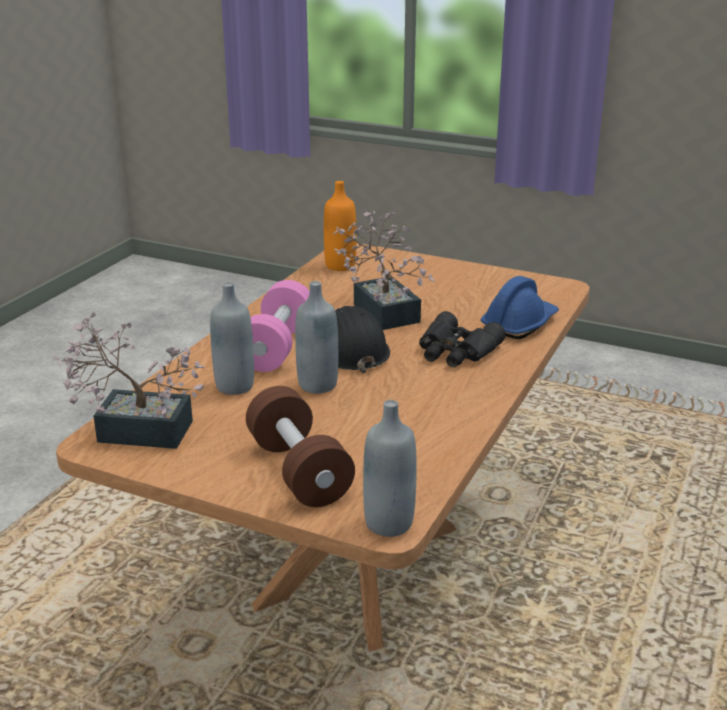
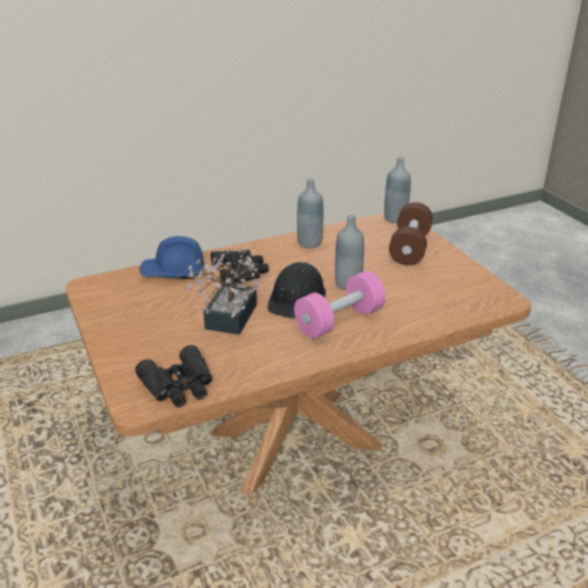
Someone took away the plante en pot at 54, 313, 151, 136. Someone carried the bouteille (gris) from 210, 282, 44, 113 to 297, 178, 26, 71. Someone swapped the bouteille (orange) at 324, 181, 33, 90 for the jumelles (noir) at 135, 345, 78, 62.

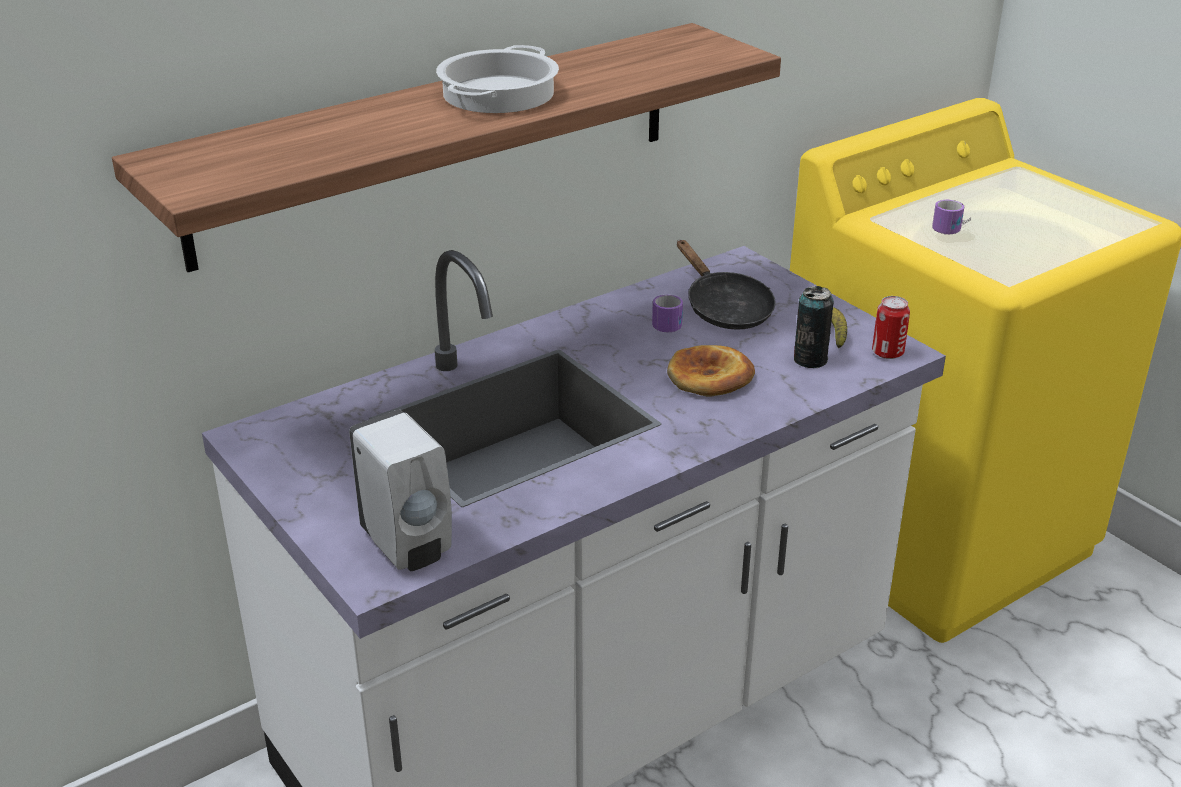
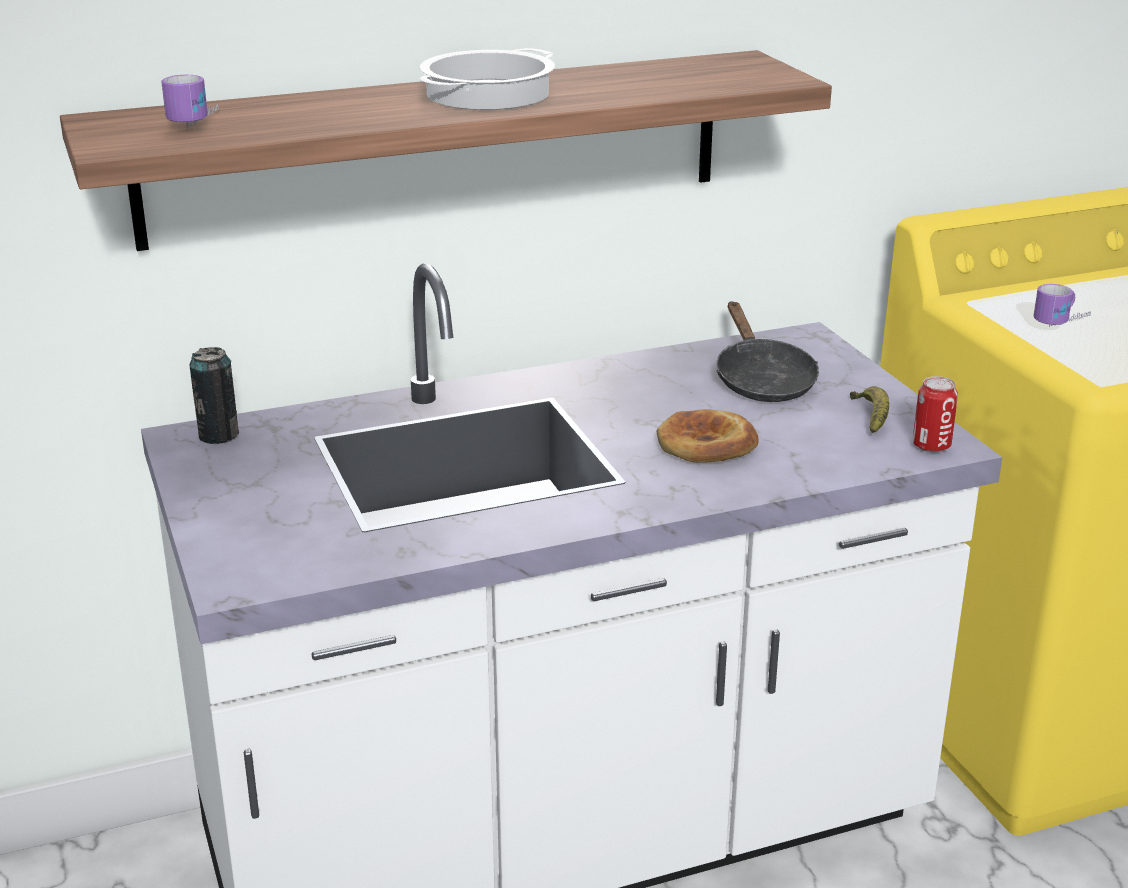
Someone took away the distributeur de savon (blanc) at 349, 409, 103, 162. Someone carried the mug from 652, 295, 31, 37 to 161, 75, 58, 53. Someone carried the boîte métallique from 794, 286, 40, 82 to 190, 347, 49, 97.

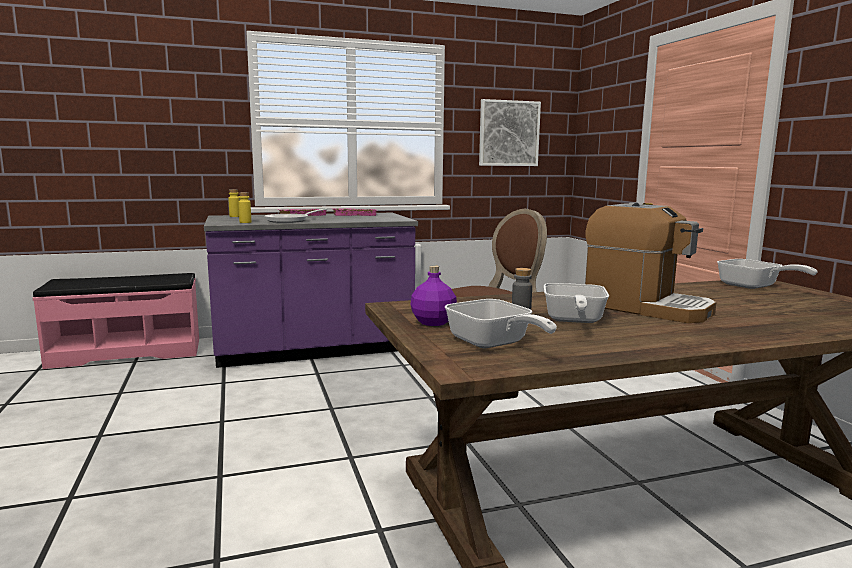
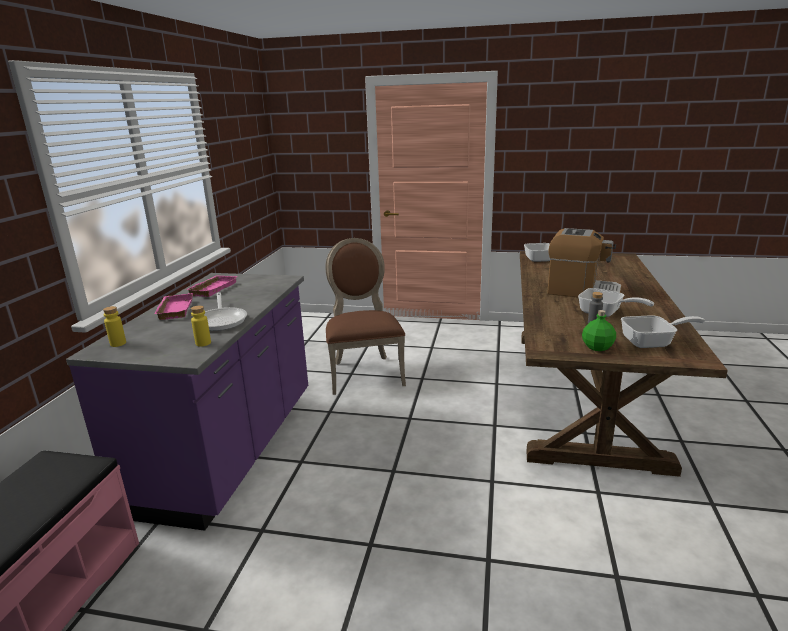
Someone took away the tableau at 479, 99, 62, 67. Someone repainted the bouteille (violet) at 410, 265, 47, 61, which became the bouteille (vert) at 582, 310, 34, 41. Someone rotated the machine à café at 585, 202, 131, 121 by 45 degrees clockwise.

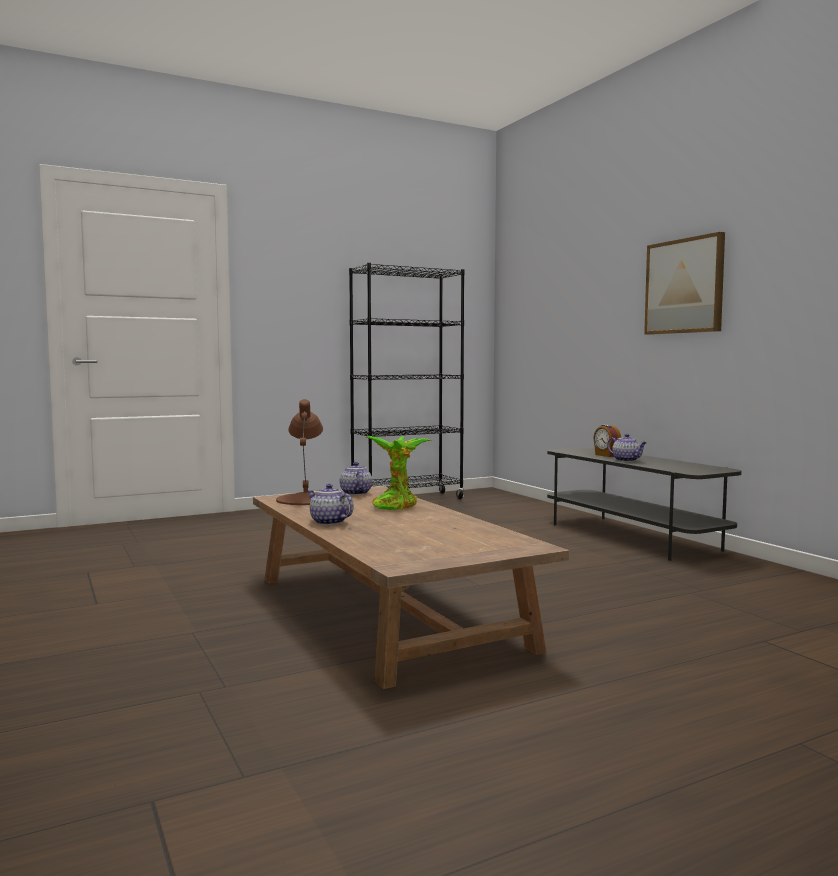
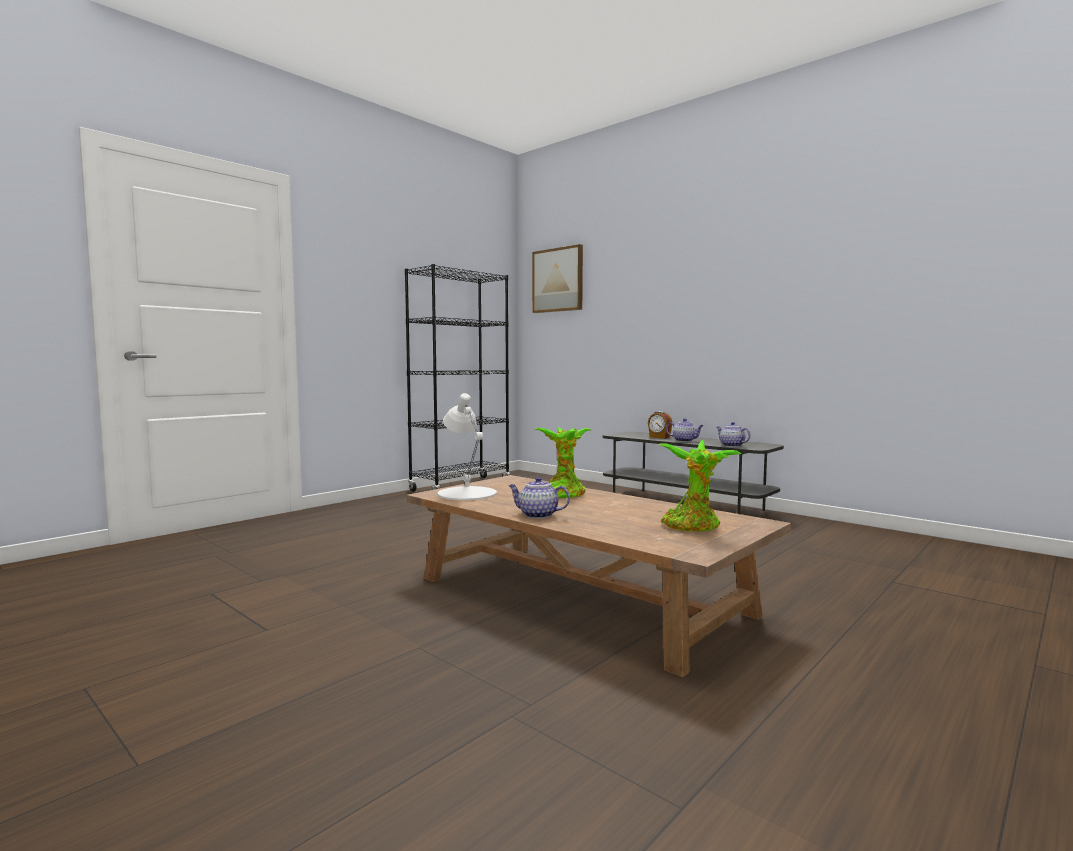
Someone put down the plante en pot at 658, 440, 84, 91. Someone carried the théière from 340, 462, 32, 33 to 716, 422, 35, 25. Someone carried the tableau from 644, 232, 81, 103 to 532, 244, 51, 69. Someone repainted the lampe de table (marron) at 276, 399, 47, 106, which became the lampe de table (blanc) at 438, 393, 59, 107.

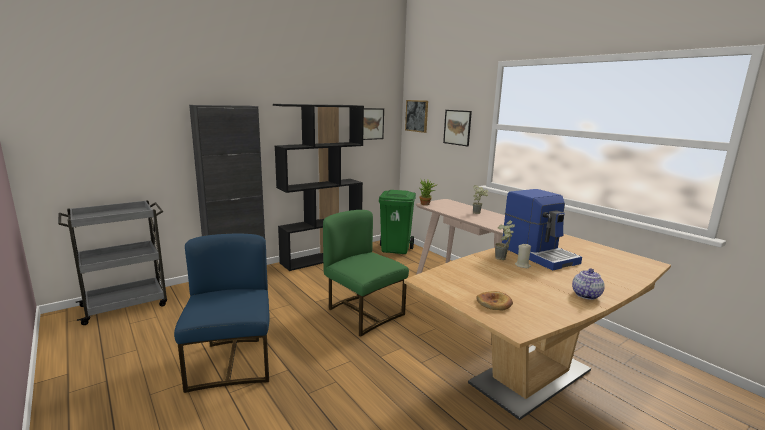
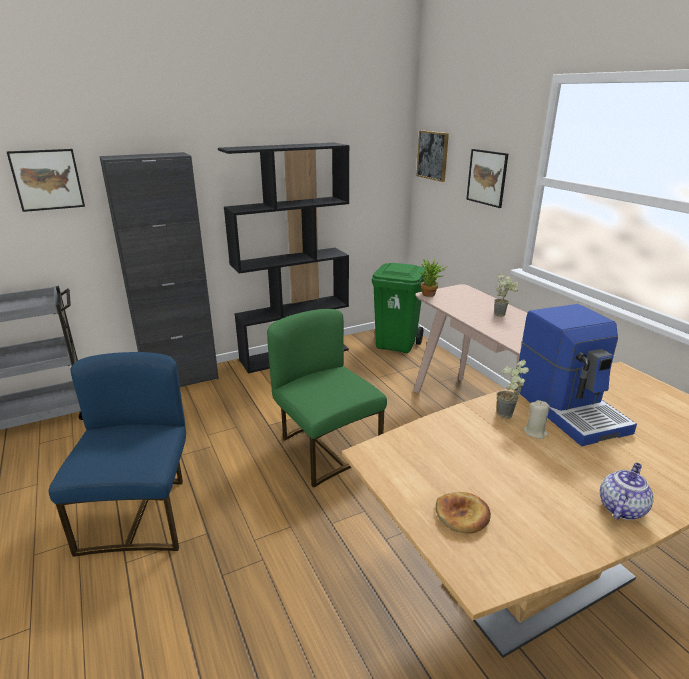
Someone carried the tableau from 363, 108, 21, 32 to 7, 149, 78, 63.

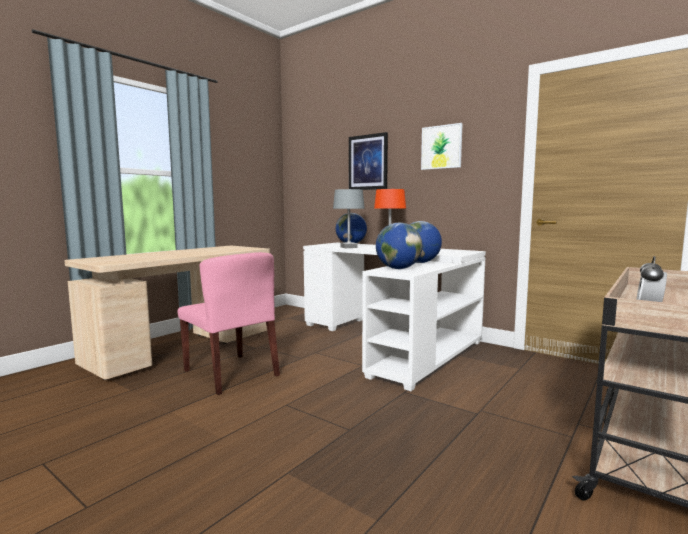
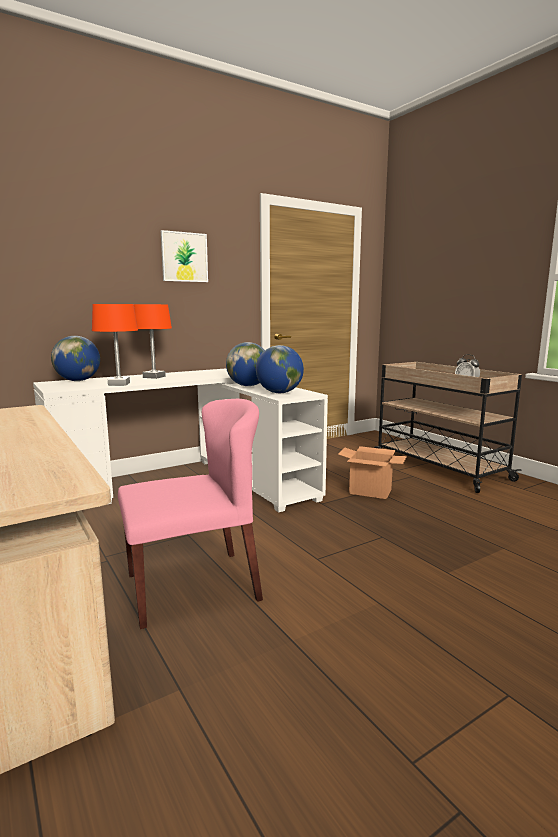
Someone took away the tableau at 349, 132, 39, 58. Someone put down the carton at 338, 446, 69, 53. Someone repainted the lampe de table (gris) at 333, 189, 32, 59, which became the lampe de table (orange) at 92, 304, 46, 82.

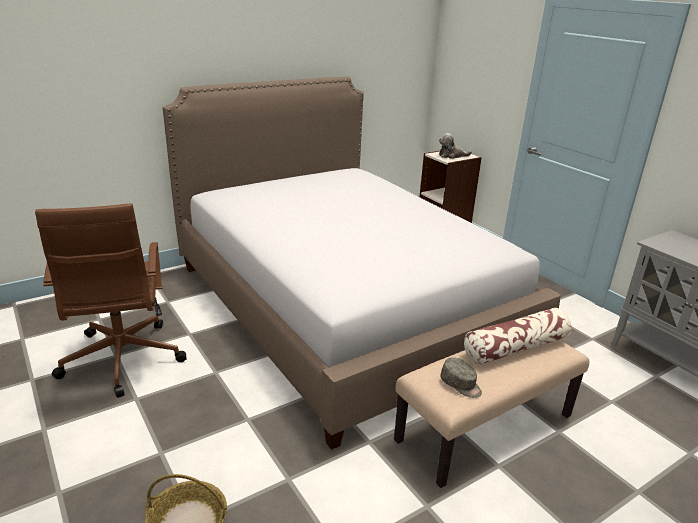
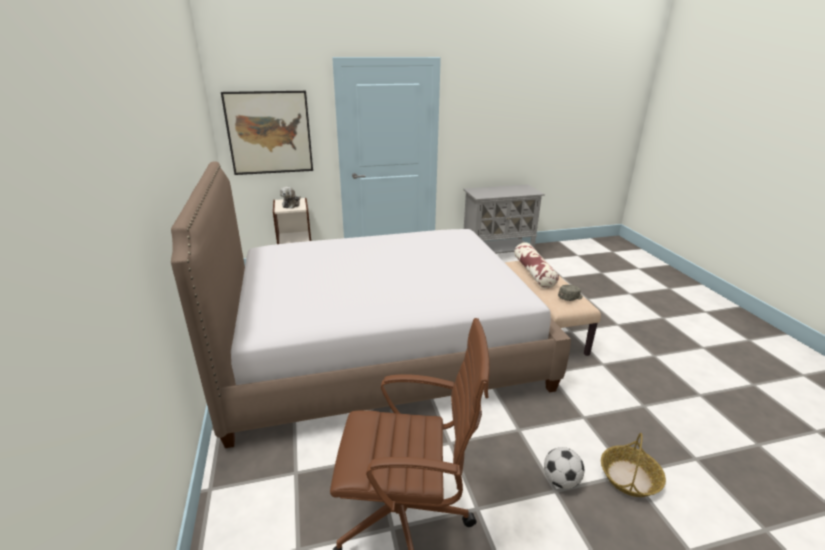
Someone put up the tableau at 221, 91, 92, 84. Someone put down the ballon de foot at 544, 447, 40, 42.

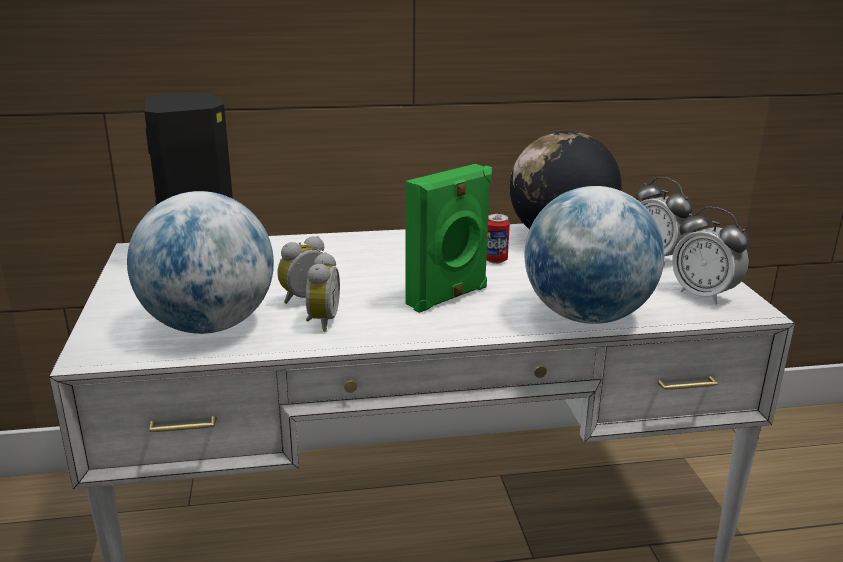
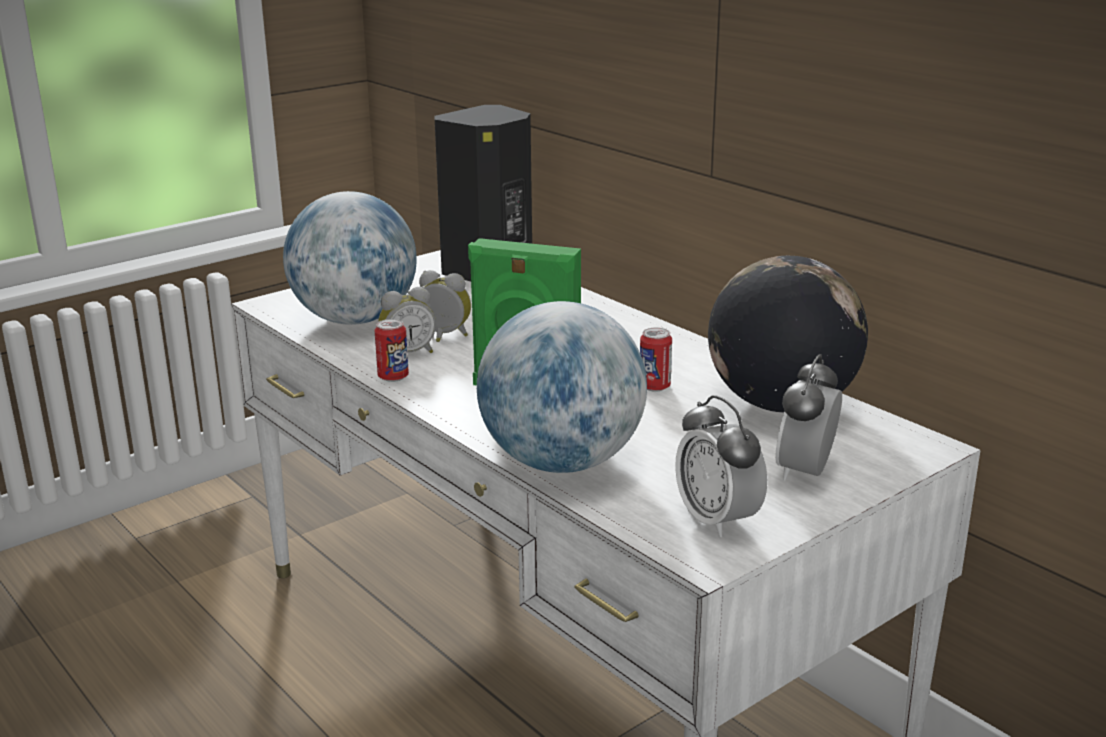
Someone put down the boîte métallique at 374, 319, 35, 63. Someone rotated the réveil at 672, 206, 77, 99 by 45 degrees counterclockwise.

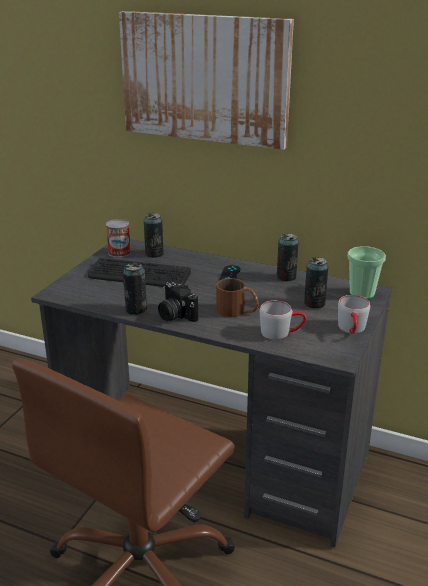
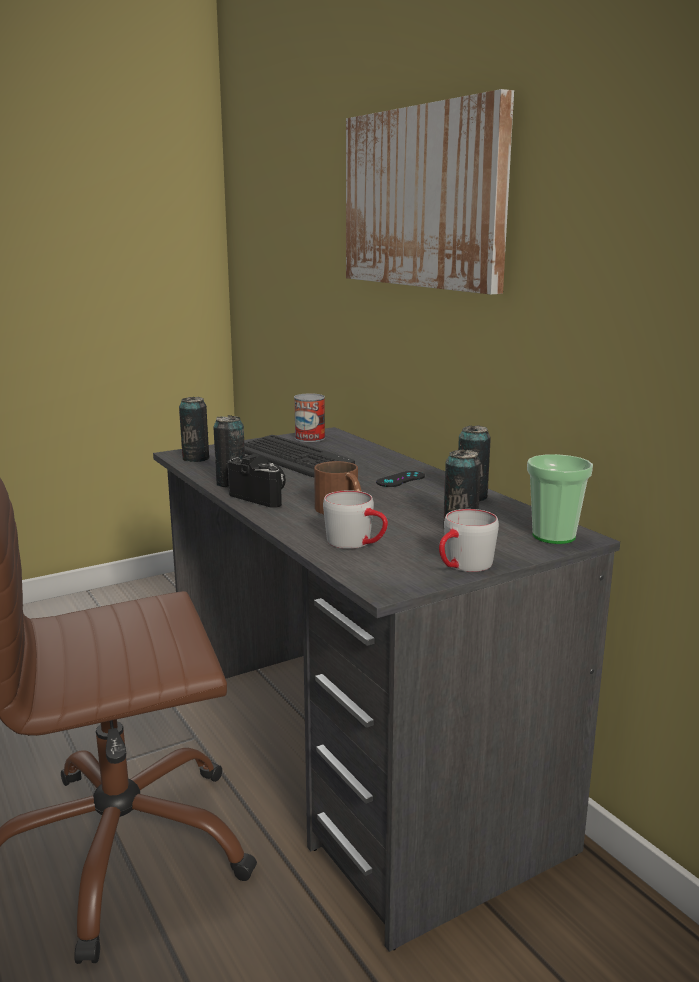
Someone carried the boîte métallique from 144, 213, 20, 45 to 179, 397, 31, 65. Someone rotated the appareil photo at 158, 281, 40, 41 by 135 degrees clockwise.

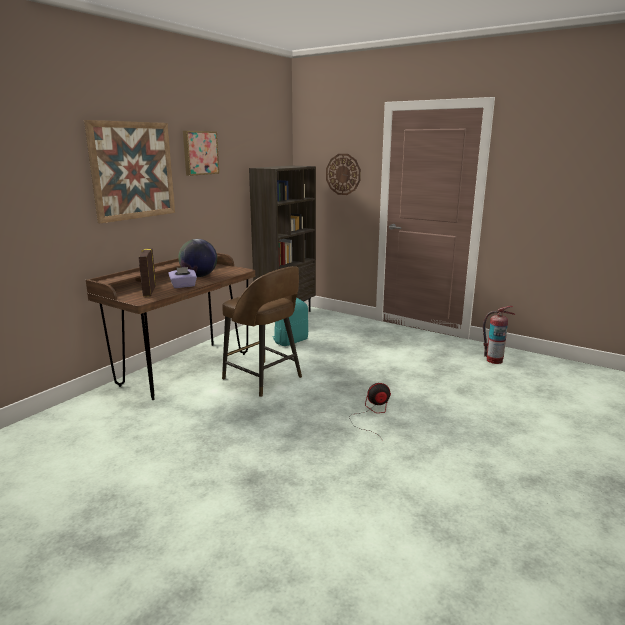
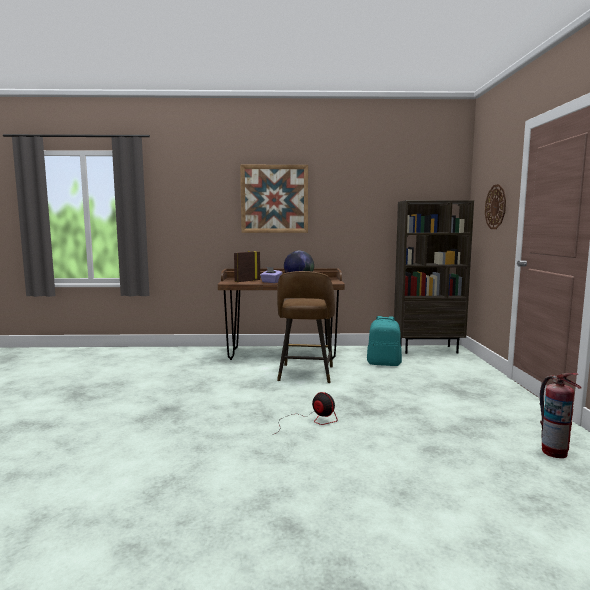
Someone took away the tableau at 183, 131, 36, 45.

